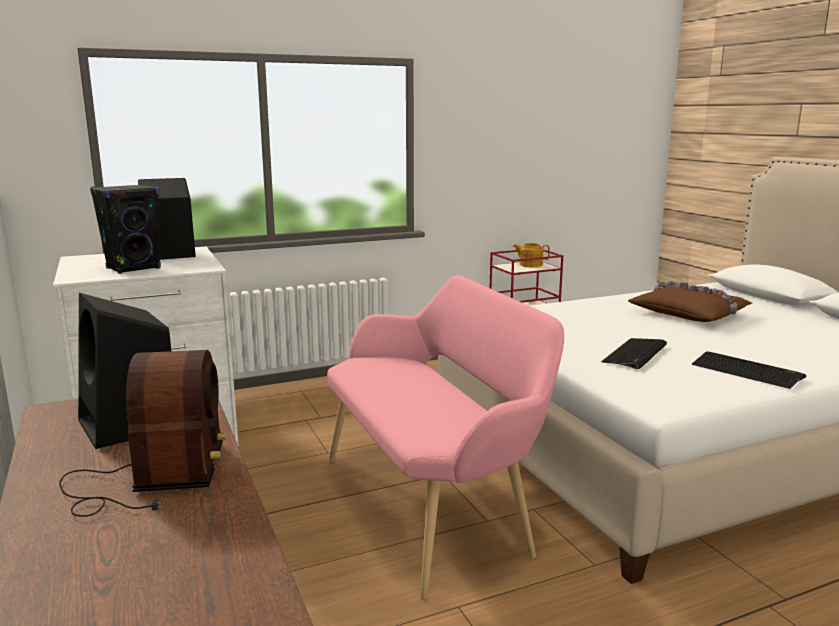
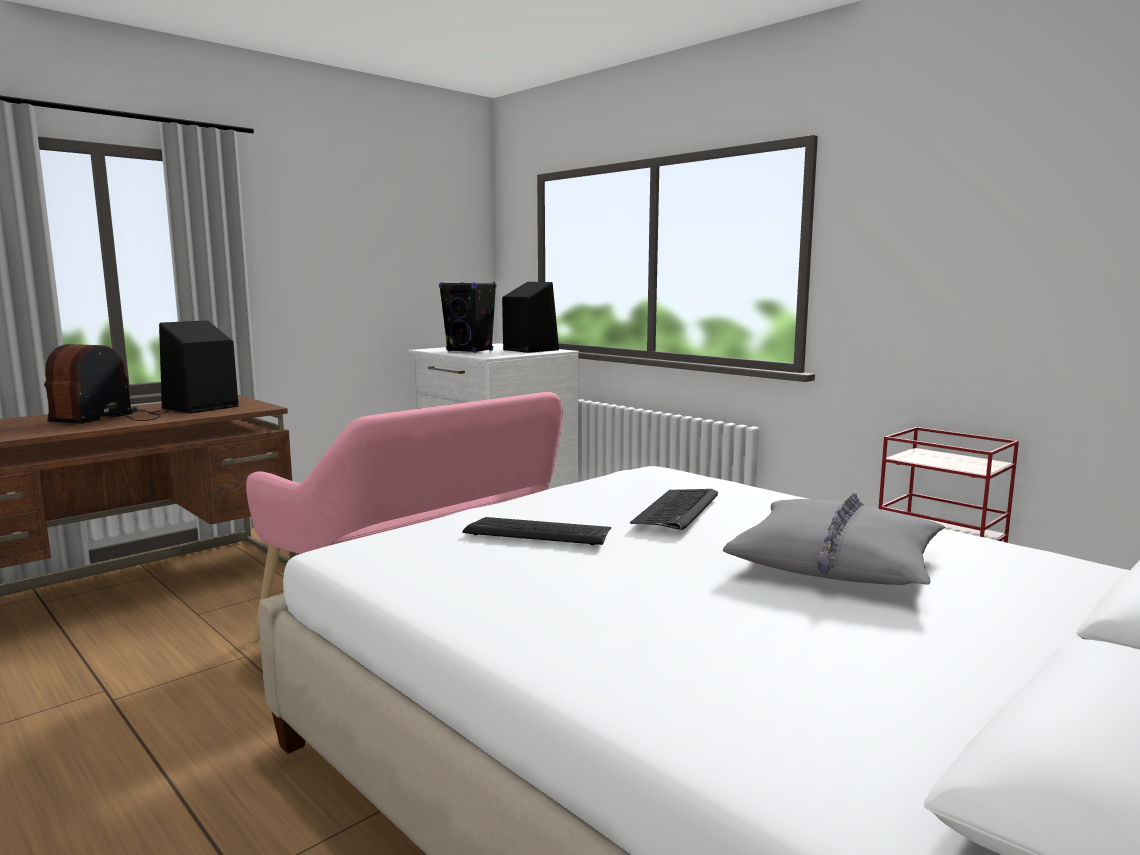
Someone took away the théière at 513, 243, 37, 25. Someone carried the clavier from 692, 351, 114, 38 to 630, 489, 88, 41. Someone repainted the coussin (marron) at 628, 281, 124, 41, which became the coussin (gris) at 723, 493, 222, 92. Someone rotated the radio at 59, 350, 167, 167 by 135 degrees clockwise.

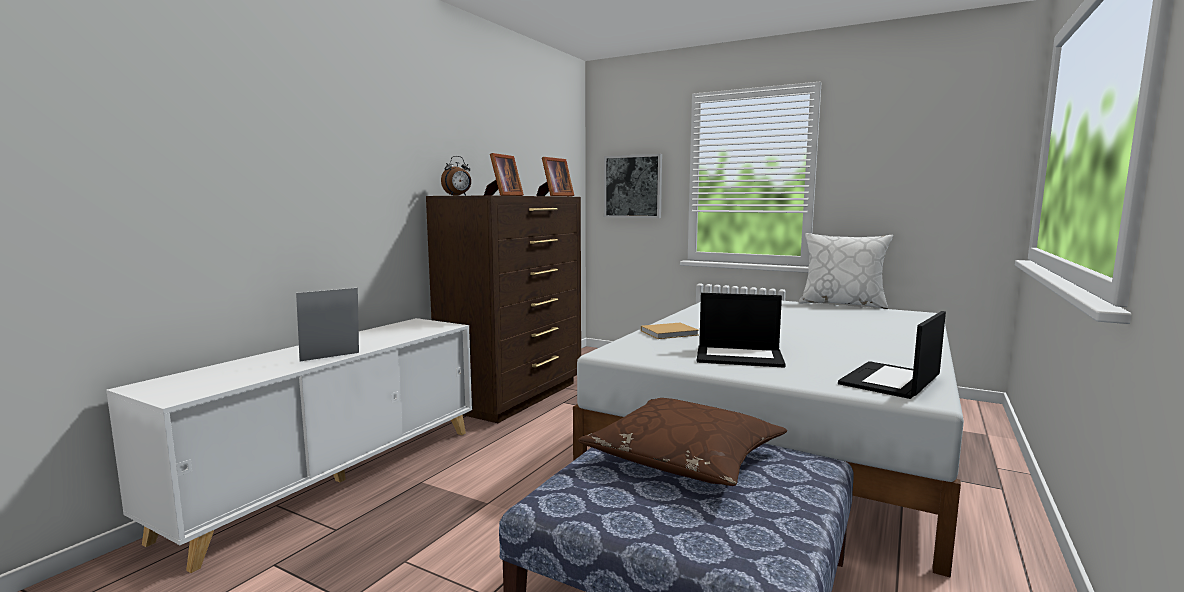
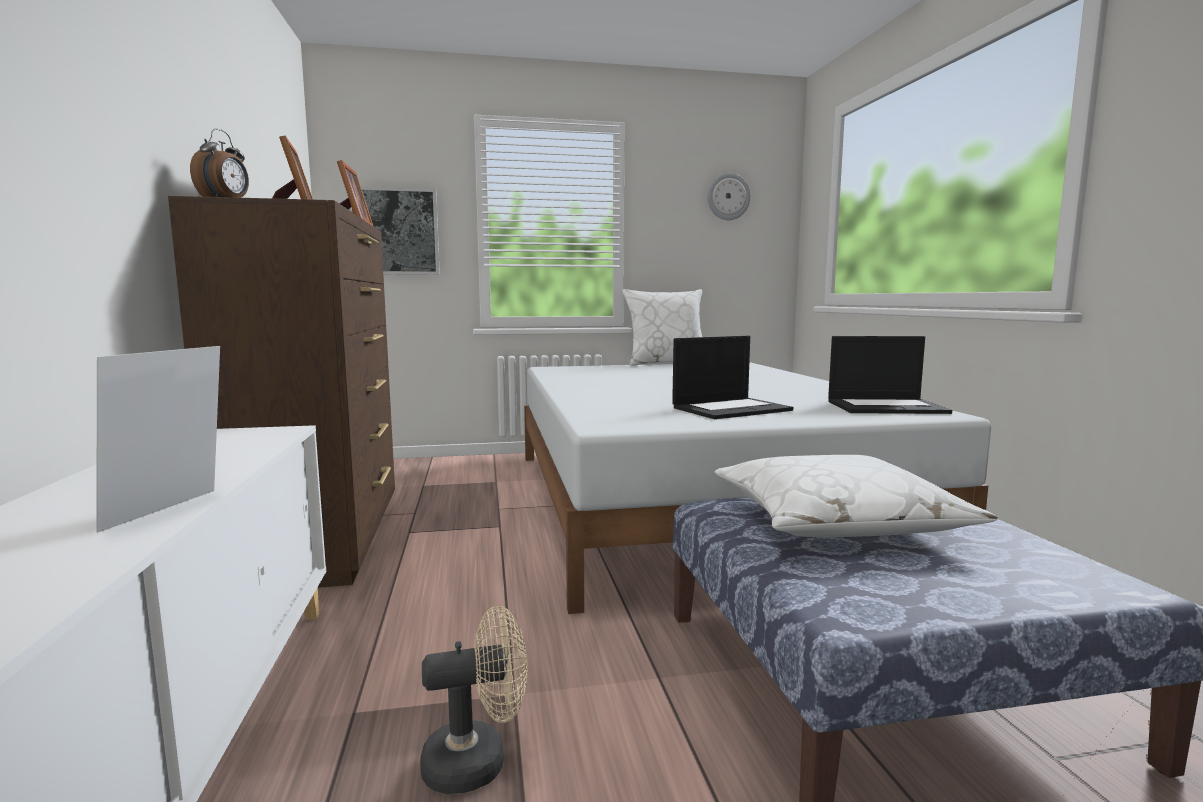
Someone took away the livre (beige) at 641, 323, 57, 16. Someone put down the ventilateur (beige) at 420, 606, 107, 188. Someone put up the horloge murale at 707, 173, 44, 47. Someone repainted the coussin (marron) at 578, 398, 209, 88, which became the coussin (blanc) at 714, 455, 284, 82. Someone rotated the ordinateur portable at 838, 311, 108, 88 by 90 degrees counterclockwise.

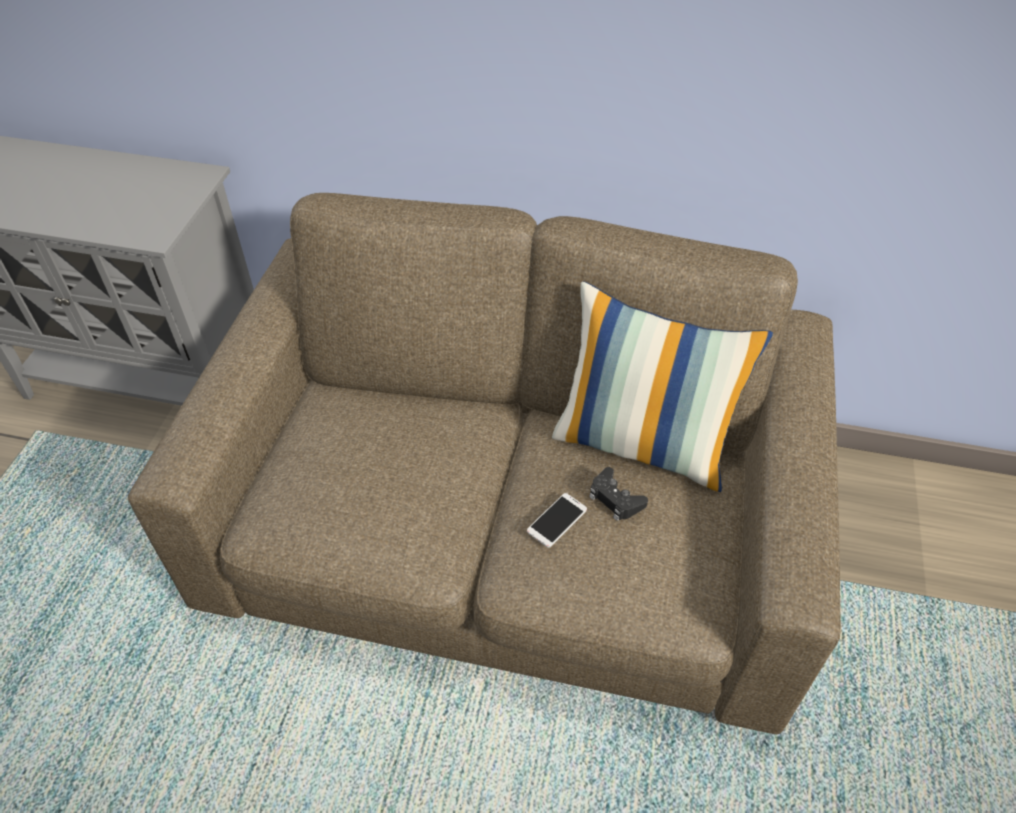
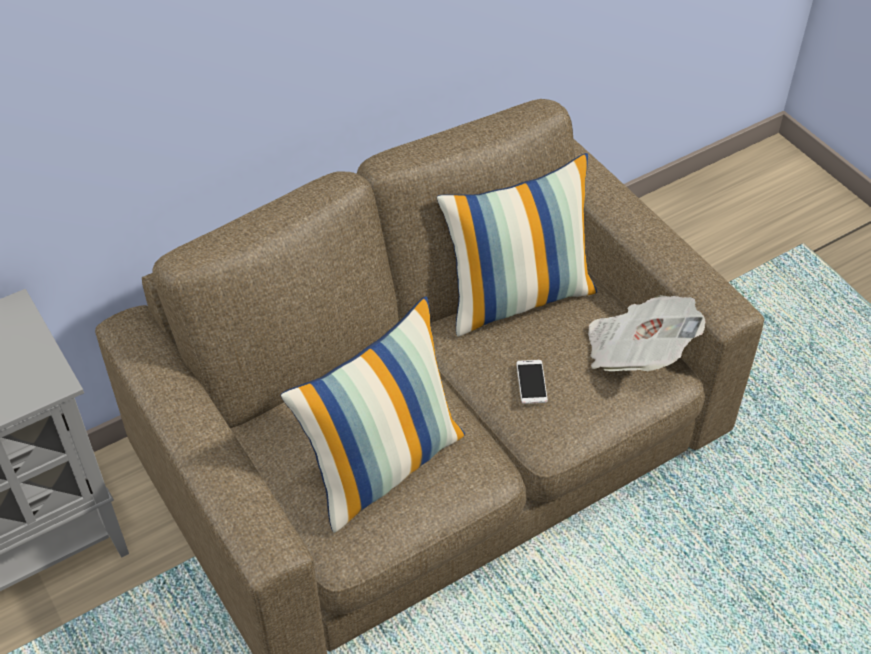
Someone took away the manette (noir) at 589, 467, 59, 54. Someone put down the coussin at 280, 296, 185, 237. Someone put down the journal at 588, 295, 117, 76.

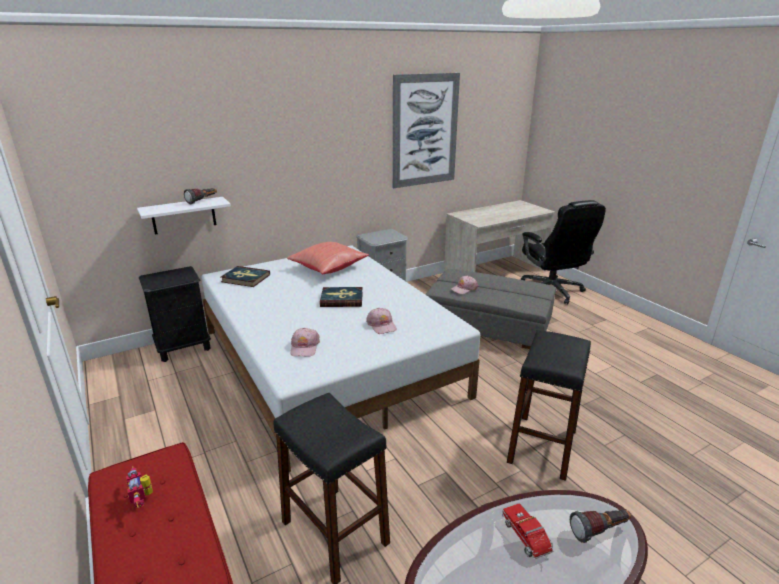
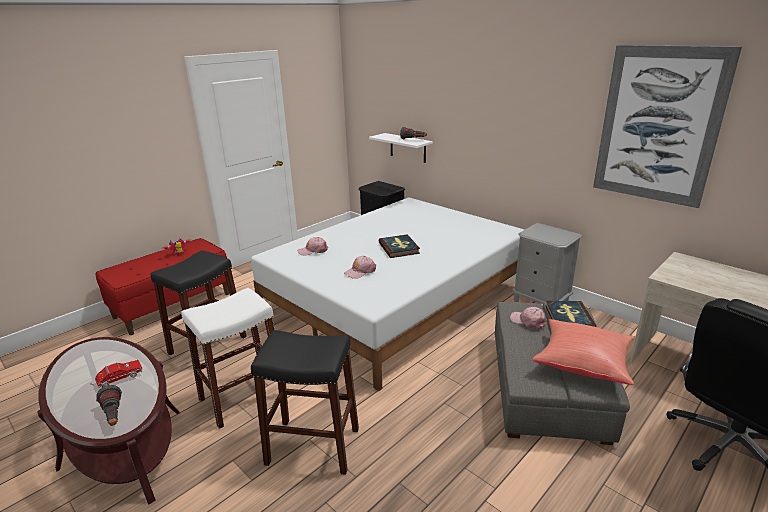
Someone put down the tabouret (blanc) at 182, 288, 93, 141. Someone carried the livre from 220, 266, 50, 21 to 545, 301, 51, 26. Someone carried the coussin (rouge) from 287, 242, 82, 32 to 533, 319, 101, 66.

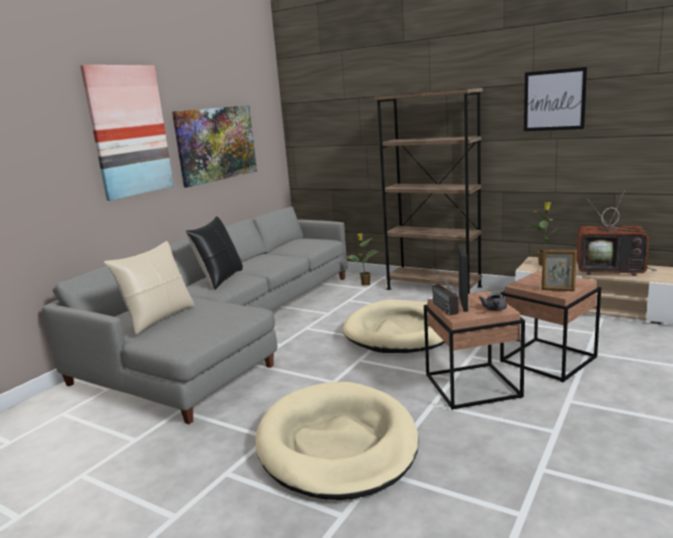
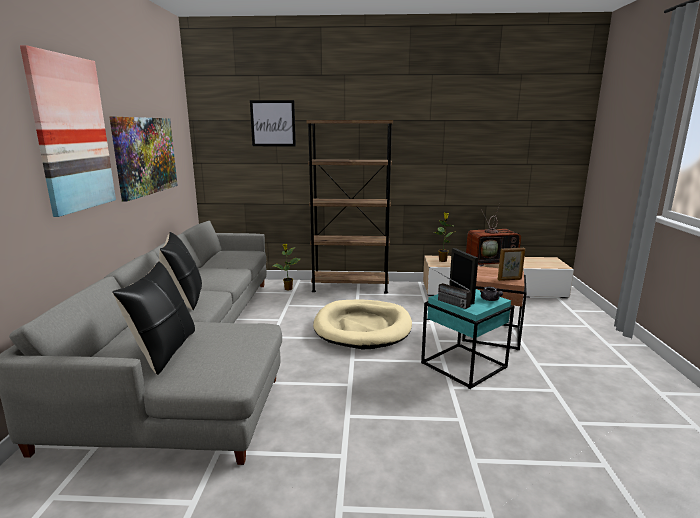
Someone took away the panier pour chien (beige) at 255, 382, 164, 118. Someone carried the tableau from 524, 67, 63, 64 to 250, 100, 46, 46. Someone repainted the coussin (beige) at 104, 241, 91, 94, which became the coussin (noir) at 112, 261, 83, 114. Someone repainted the table d'appoint (marron) at 424, 291, 101, 119, which became the table d'appoint (turquoise) at 421, 289, 93, 100.

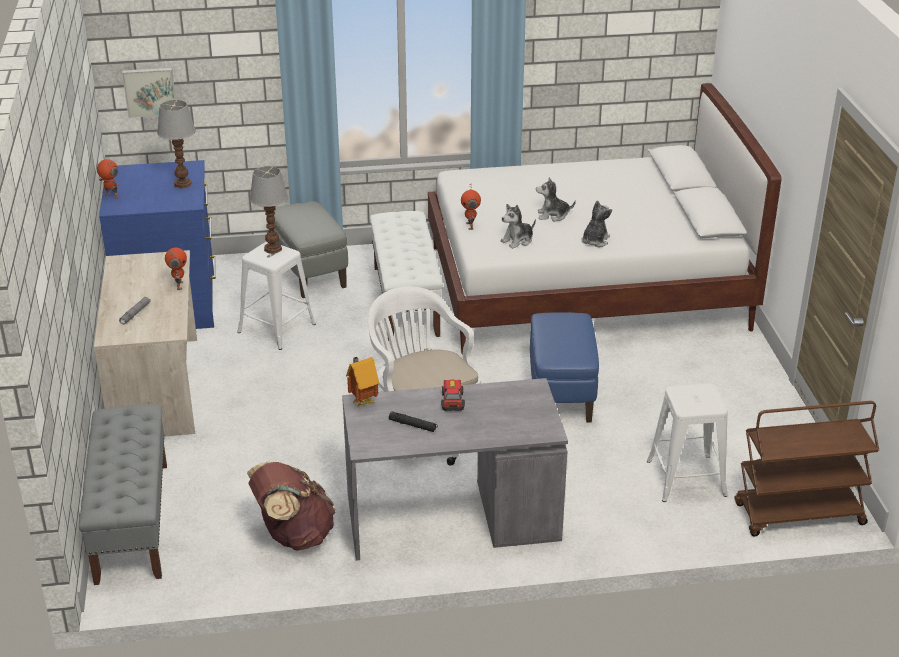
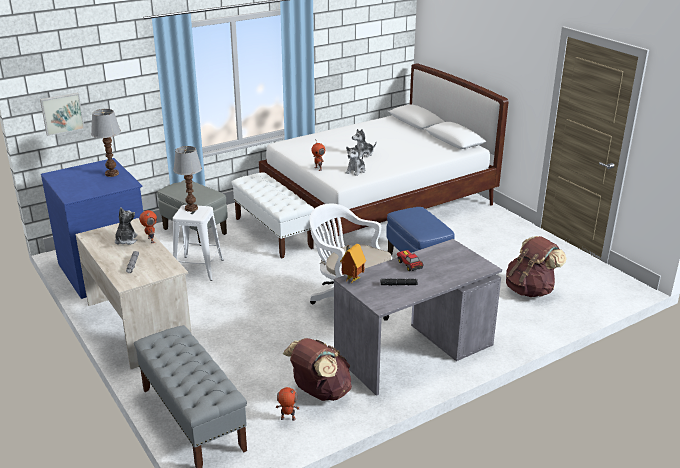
Someone took away the chariot (marron) at 734, 401, 145, 135. Someone carried the robot jouet from 97, 159, 23, 40 to 276, 387, 24, 34. Someone carried the peluche from 582, 200, 30, 47 to 115, 207, 23, 38. Someone swapped the tabouret (blanc) at 647, 383, 81, 119 for the sac à dos (marron) at 506, 236, 61, 61.

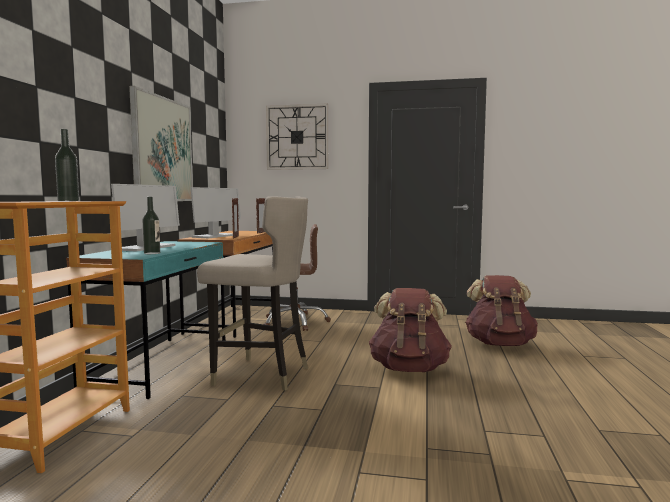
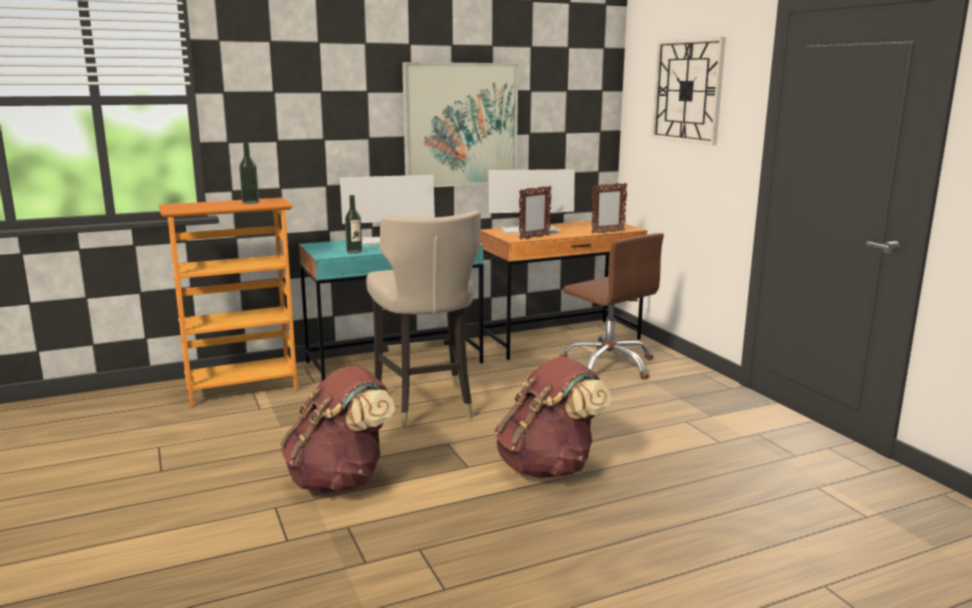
Someone carried the sac à dos (marron) from 465, 275, 73, 71 to 280, 366, 115, 127.

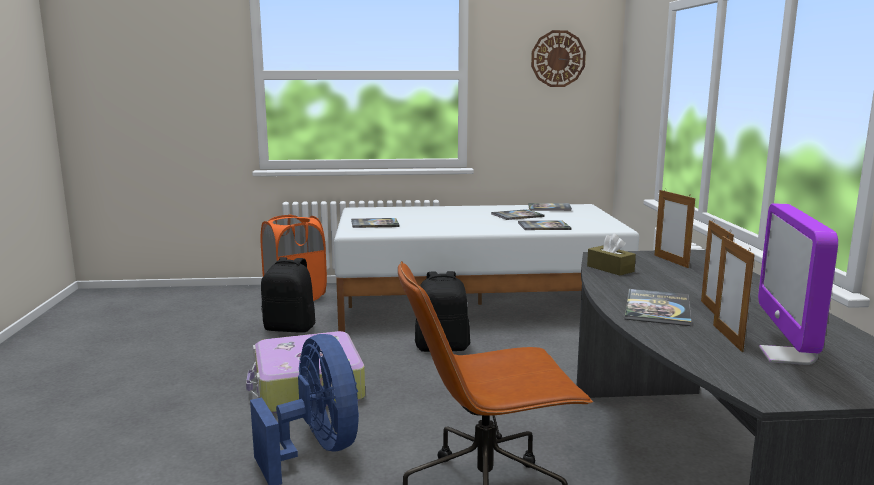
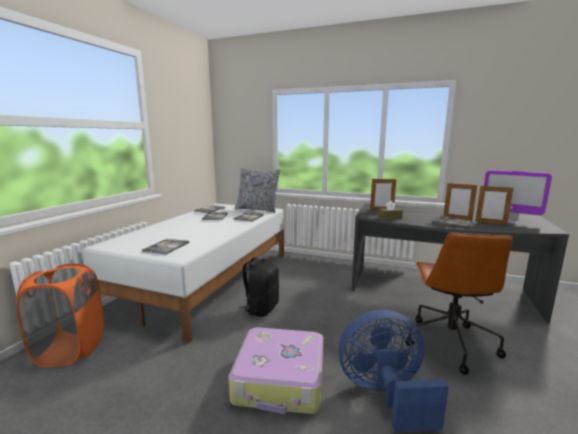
Someone took away the sac à dos (noir) at 261, 257, 54, 76. Someone took away the horloge murale at 531, 30, 55, 57. Someone put down the coussin at 235, 168, 46, 45.

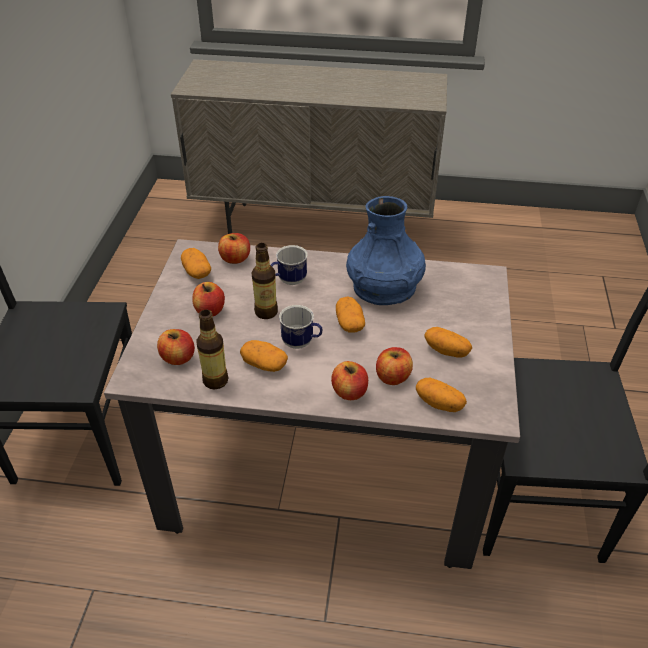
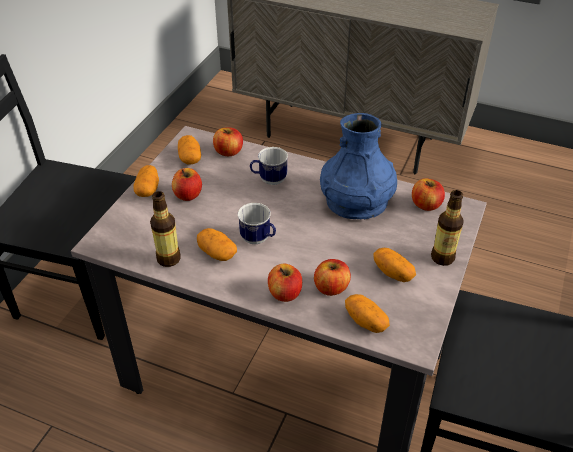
Someone carried the pomme from 157, 329, 38, 36 to 412, 178, 33, 33. Someone carried the bouteille from 252, 243, 26, 76 to 431, 190, 33, 76. Someone carried the pomme de terre from 336, 297, 29, 36 to 133, 165, 26, 32.

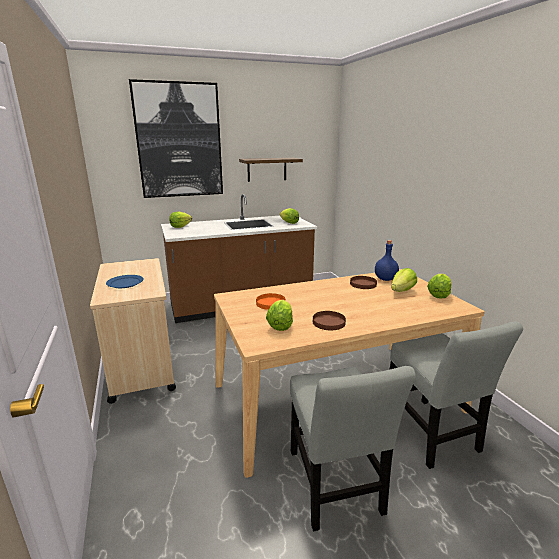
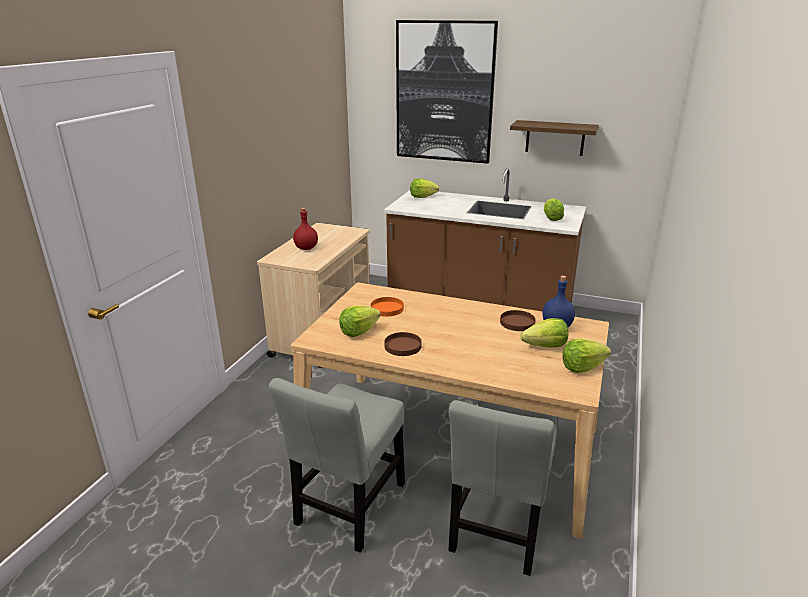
Someone swapped the assiette (bleu) at 106, 275, 38, 13 for the bouteille (rouge) at 293, 208, 25, 42.

